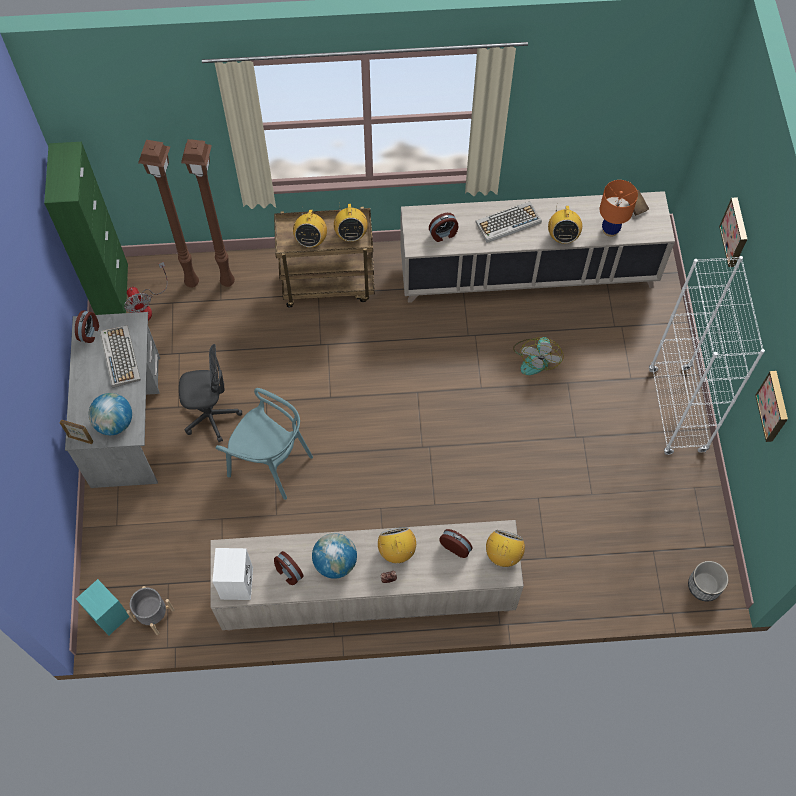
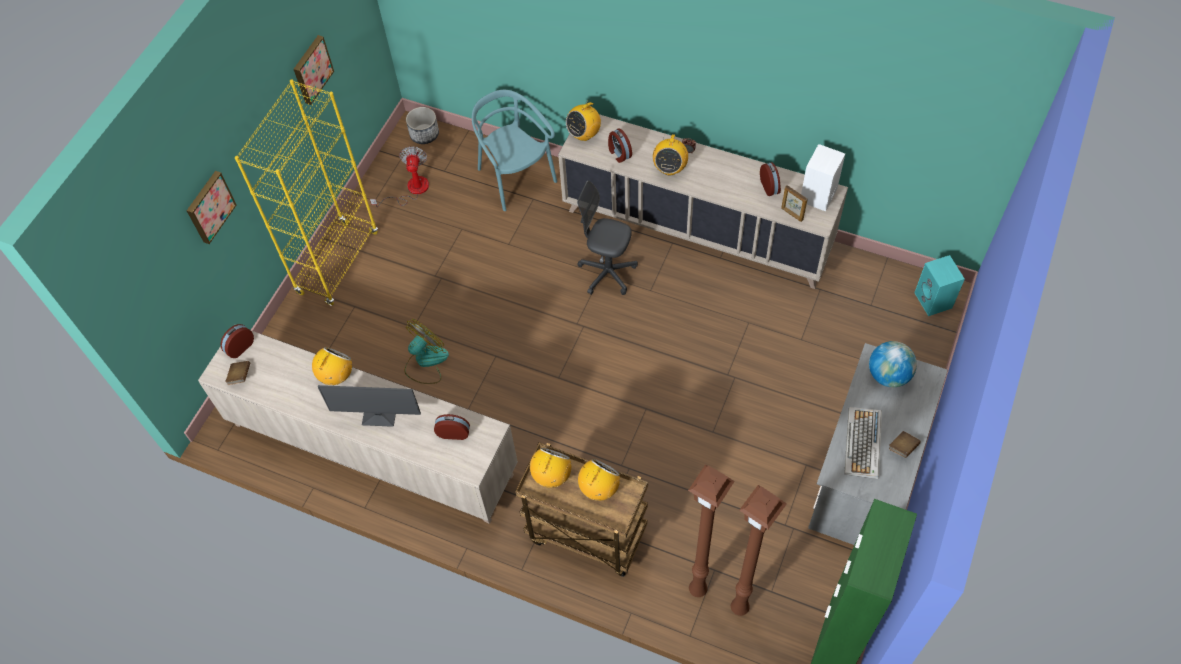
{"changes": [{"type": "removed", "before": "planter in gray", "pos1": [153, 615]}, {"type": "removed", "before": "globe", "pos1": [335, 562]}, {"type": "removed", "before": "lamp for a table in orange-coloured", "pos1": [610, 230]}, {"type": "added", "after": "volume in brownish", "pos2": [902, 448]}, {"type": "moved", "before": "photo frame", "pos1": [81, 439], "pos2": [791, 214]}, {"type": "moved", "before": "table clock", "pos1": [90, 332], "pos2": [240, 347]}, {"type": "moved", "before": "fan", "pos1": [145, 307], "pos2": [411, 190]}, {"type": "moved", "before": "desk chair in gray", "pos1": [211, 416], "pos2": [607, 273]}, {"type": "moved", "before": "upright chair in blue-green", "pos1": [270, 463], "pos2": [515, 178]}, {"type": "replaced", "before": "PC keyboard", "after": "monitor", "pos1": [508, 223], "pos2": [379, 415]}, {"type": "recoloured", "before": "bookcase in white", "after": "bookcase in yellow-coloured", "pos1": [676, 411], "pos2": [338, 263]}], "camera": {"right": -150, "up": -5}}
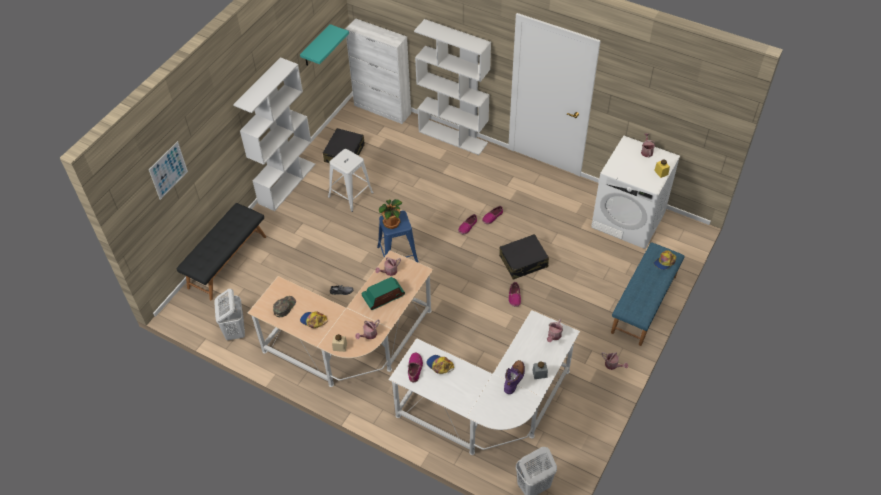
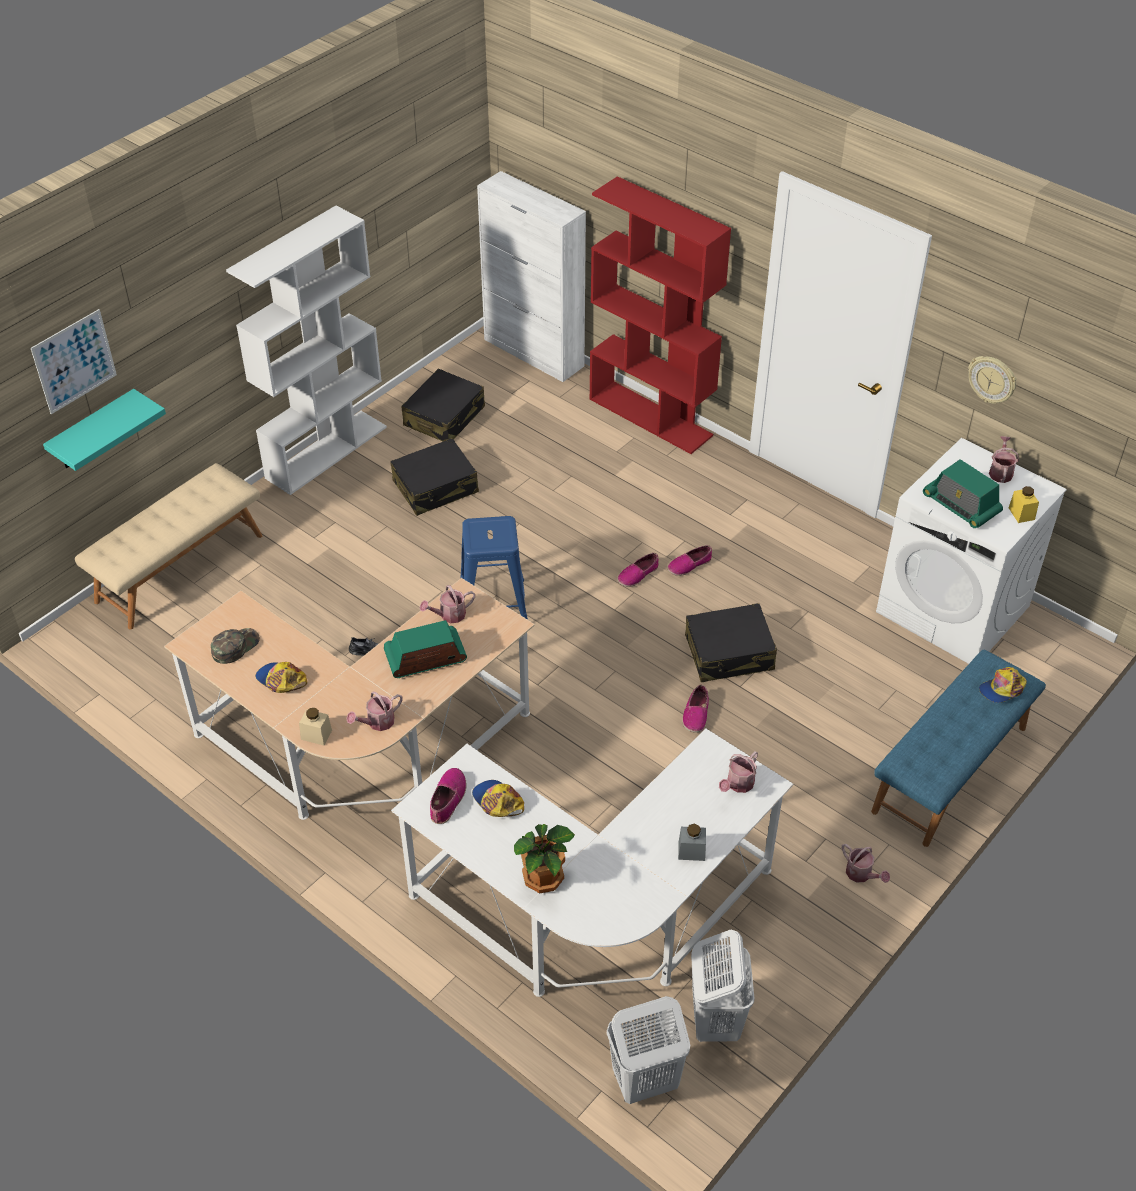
{"changes": [{"type": "removed", "before": "boot in purple-coloured", "pos1": [514, 379]}, {"type": "added", "after": "radio set", "pos2": [961, 505]}, {"type": "added", "after": "hanging clock", "pos2": [992, 379]}, {"type": "moved", "before": "laundry basket in white", "pos1": [235, 331], "pos2": [715, 1020]}, {"type": "moved", "before": "wall shelf in blue-green", "pos1": [316, 46], "pos2": [93, 431]}, {"type": "moved", "before": "plant in a pot", "pos1": [392, 223], "pos2": [545, 878]}, {"type": "replaced", "before": "sitting stool in white", "after": "travel case in black", "pos1": [350, 194], "pos2": [436, 487]}, {"type": "recoloured", "before": "indoor bench in black", "after": "indoor bench in sand-coloured", "pos1": [227, 261], "pos2": [179, 567]}, {"type": "recoloured", "before": "bookcase in white", "after": "bookcase in red-coloured", "pos1": [453, 137], "pos2": [651, 417]}], "camera": {"right": 10, "up": -5}}
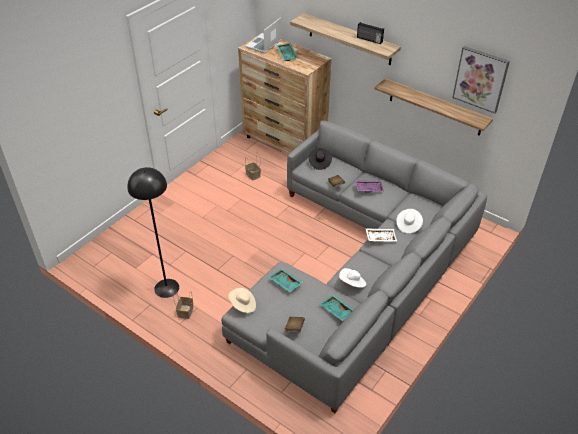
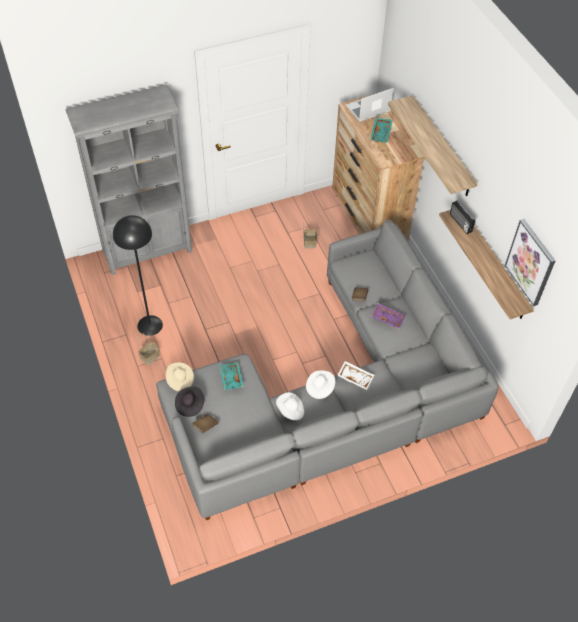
{"changes": [{"type": "removed", "before": "carrying tray in blue-green", "pos1": [336, 311]}, {"type": "added", "after": "bookcase in gray", "pos2": [148, 251]}, {"type": "moved", "before": "wearable hat in black", "pos1": [319, 163], "pos2": [190, 405]}, {"type": "moved", "before": "radio set", "pos1": [369, 40], "pos2": [460, 223]}, {"type": "moved", "before": "wearable hat in white", "pos1": [408, 225], "pos2": [320, 388]}], "camera": {"right": 30, "up": 10}}
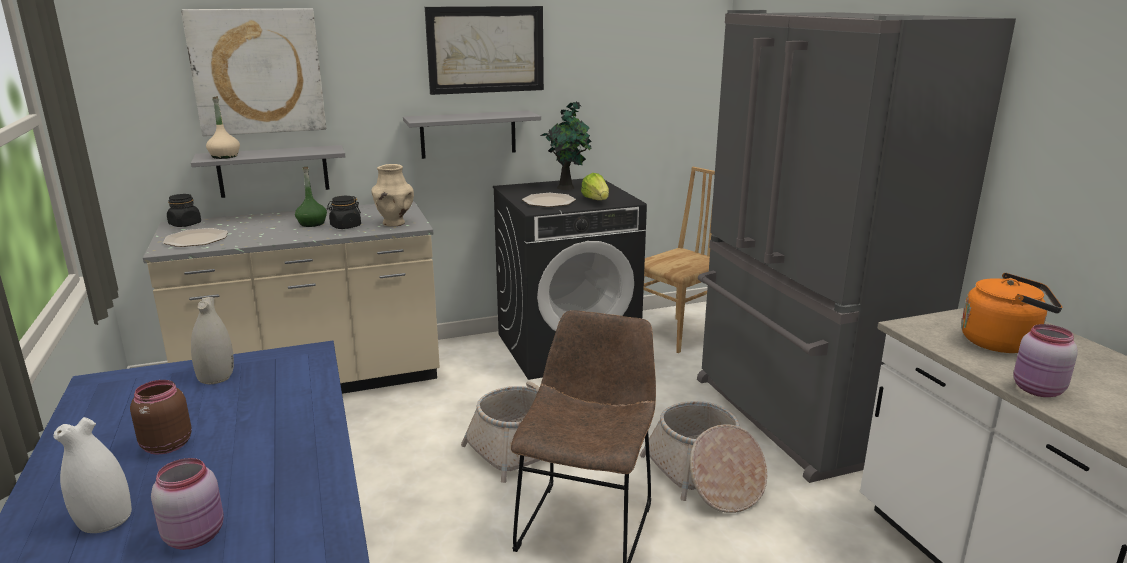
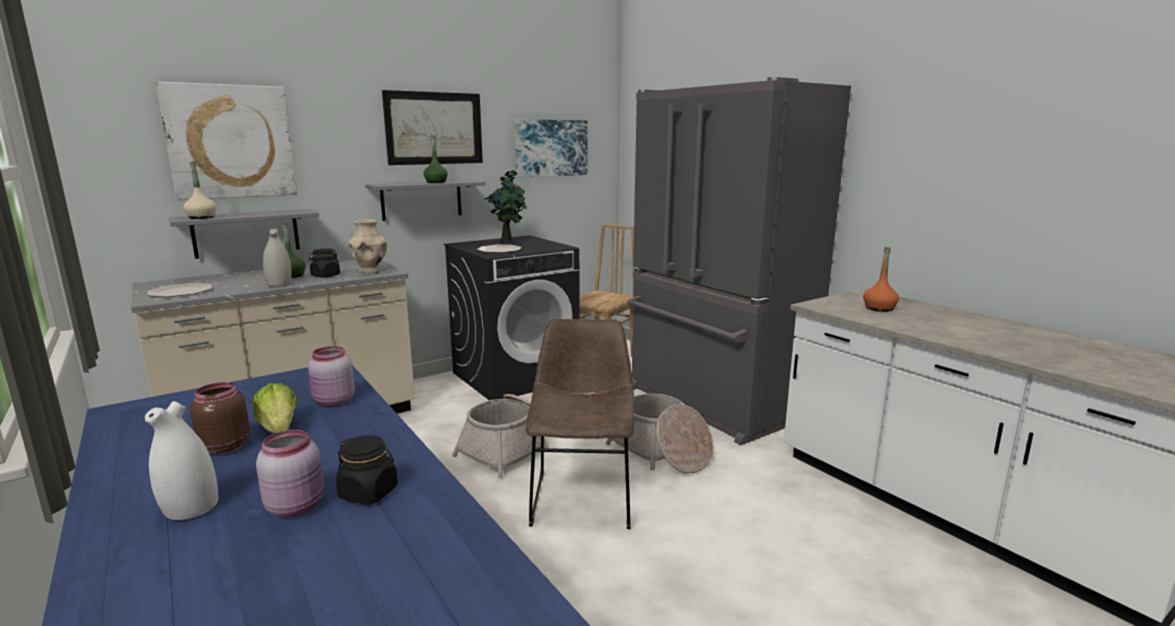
{"changes": [{"type": "added", "after": "drink bottle in green", "pos2": [436, 182]}, {"type": "added", "after": "wall art", "pos2": [551, 148]}, {"type": "moved", "before": "jar in black", "pos1": [185, 224], "pos2": [369, 493]}, {"type": "moved", "before": "vase in white", "pos1": [216, 376], "pos2": [279, 284]}, {"type": "moved", "before": "lettuce", "pos1": [596, 200], "pos2": [279, 429]}, {"type": "moved", "before": "jar in pink-coloured", "pos1": [1037, 390], "pos2": [333, 402]}, {"type": "replaced", "before": "tea kettle in orange-coloured", "after": "drink bottle in orange-coloured", "pos1": [1003, 343], "pos2": [879, 308]}], "camera": {"right": -15, "up": -5}}
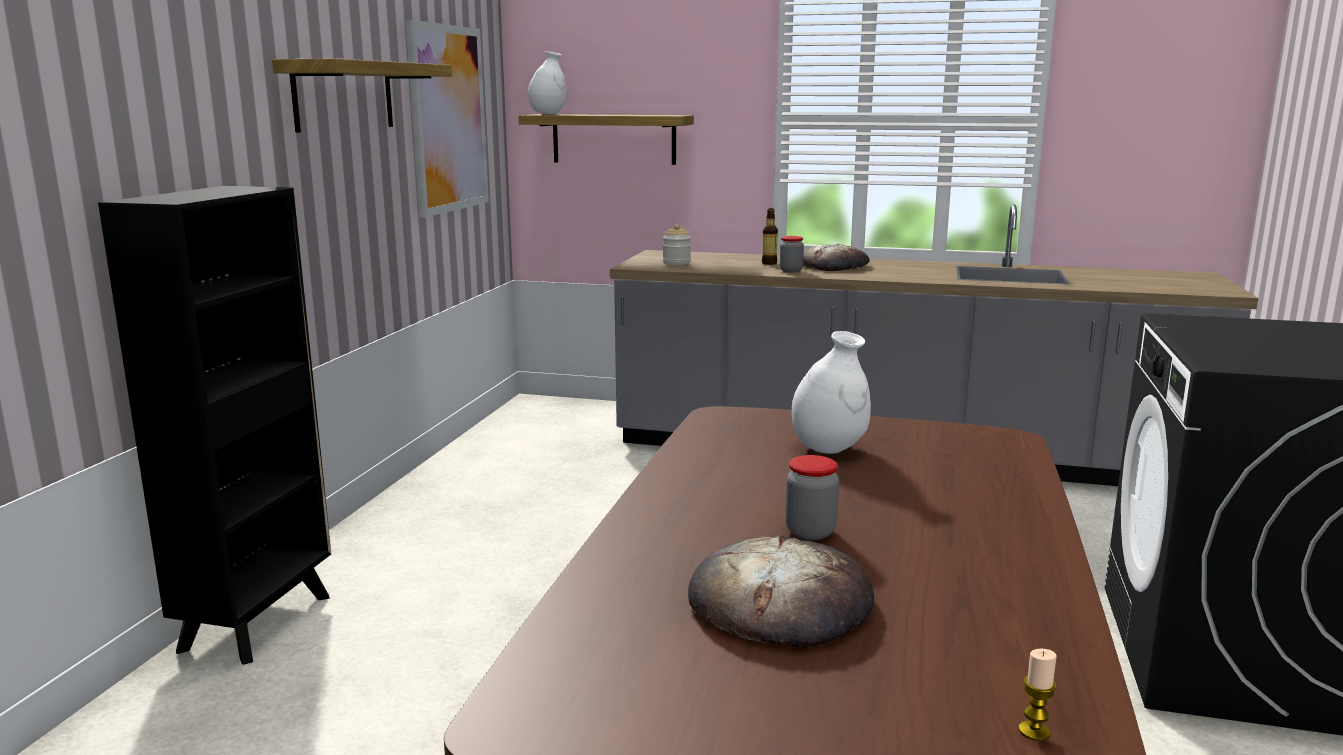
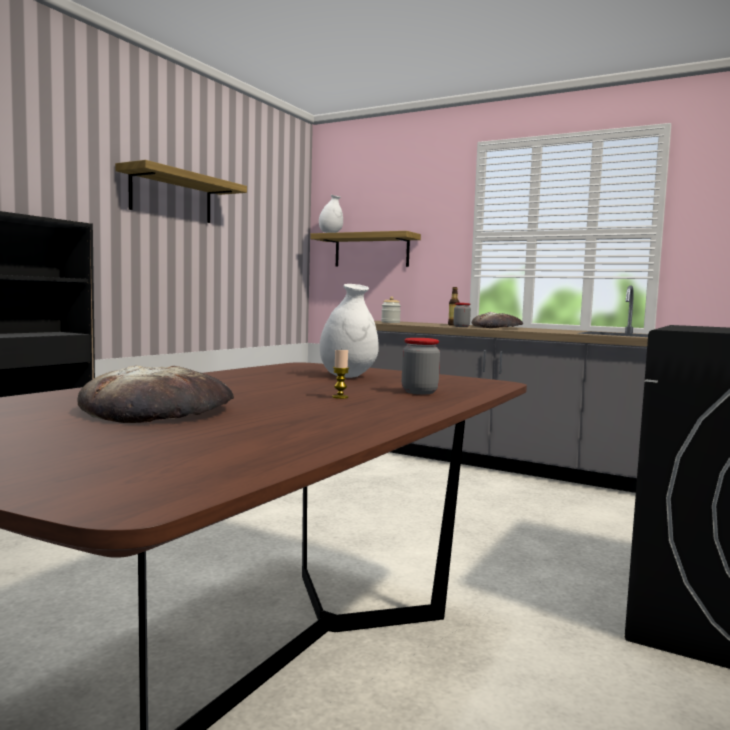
{"changes": [{"type": "removed", "before": "wall art", "pos1": [448, 119]}, {"type": "moved", "before": "jar", "pos1": [810, 531], "pos2": [419, 392]}, {"type": "moved", "before": "candle", "pos1": [1034, 731], "pos2": [340, 397]}], "camera": {"right": 15, "up": -10}}
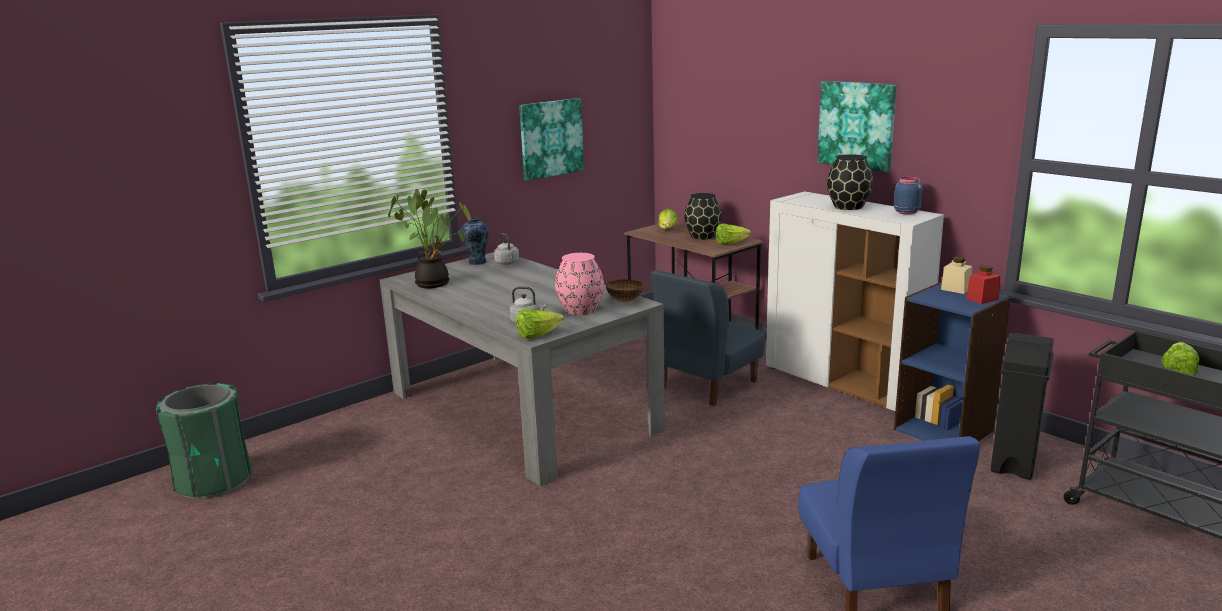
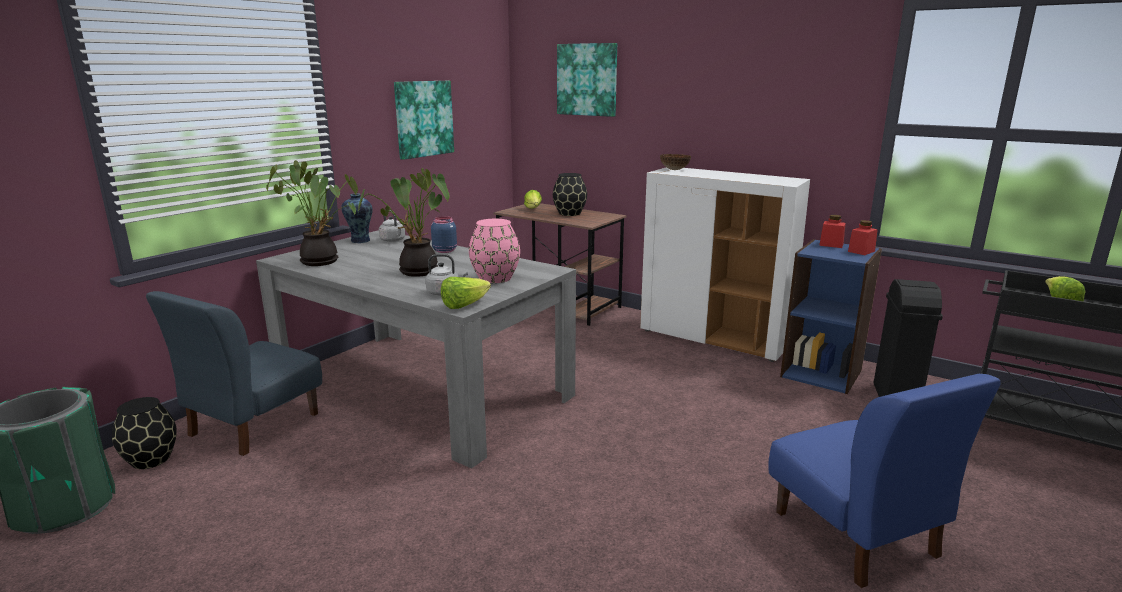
{"changes": [{"type": "removed", "before": "lettuce", "pos1": [730, 244]}, {"type": "added", "after": "plant in a pot", "pos2": [415, 272]}, {"type": "moved", "before": "bowl", "pos1": [625, 301], "pos2": [675, 170]}, {"type": "moved", "before": "upright chair in bluish", "pos1": [707, 385], "pos2": [253, 424]}, {"type": "moved", "before": "wall art", "pos1": [857, 125], "pos2": [587, 79]}, {"type": "moved", "before": "vase in black", "pos1": [849, 207], "pos2": [151, 460]}, {"type": "moved", "before": "jar in bluish", "pos1": [906, 212], "pos2": [444, 250]}, {"type": "recoloured", "before": "jar in sand-coloured", "after": "jar in red-coloured", "pos1": [955, 289], "pos2": [831, 245]}], "camera": {"right": -15, "up": 0}}
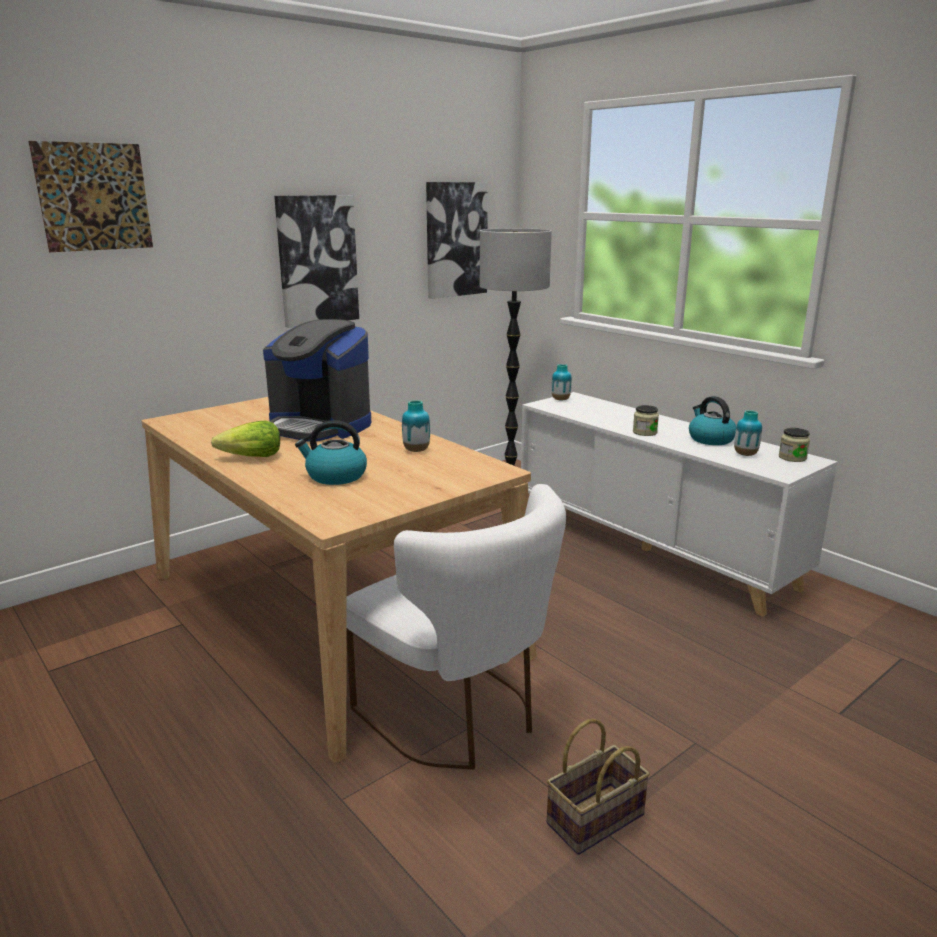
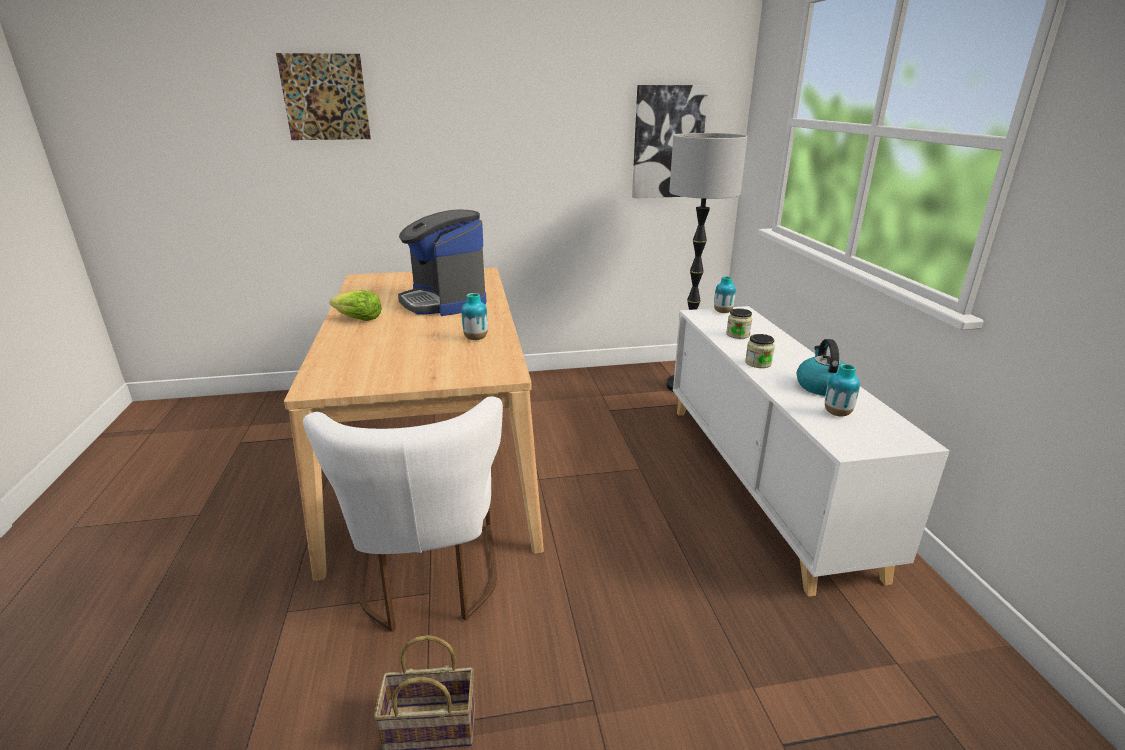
{"changes": [{"type": "removed", "before": "wall art", "pos1": [317, 260]}, {"type": "removed", "before": "tea kettle", "pos1": [335, 476]}, {"type": "moved", "before": "jar", "pos1": [792, 457], "pos2": [737, 334]}], "camera": {"right": 30, "up": 5}}
